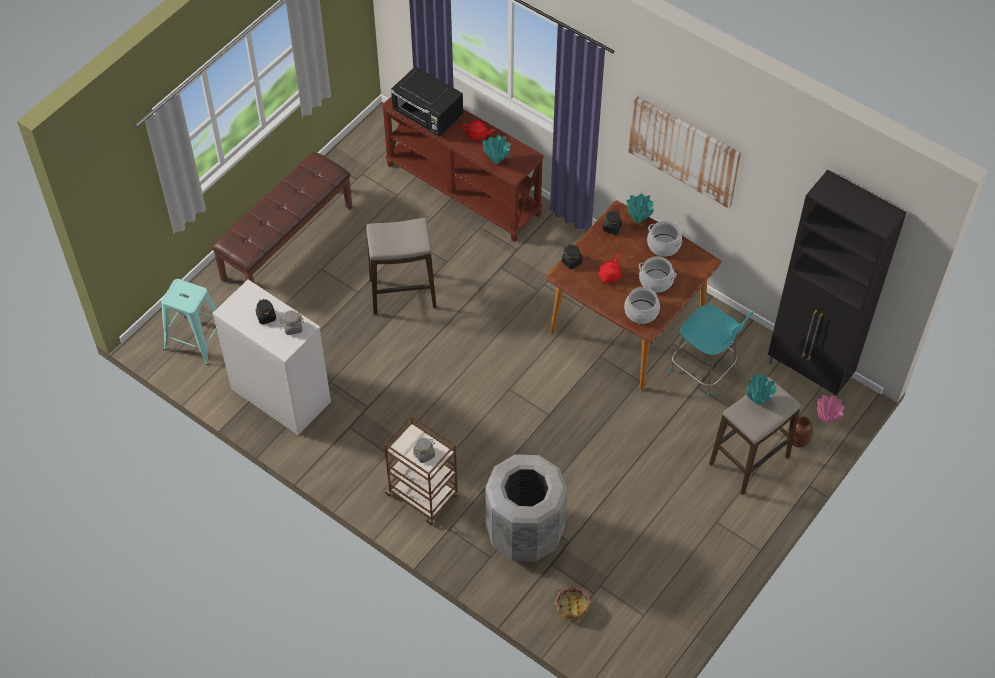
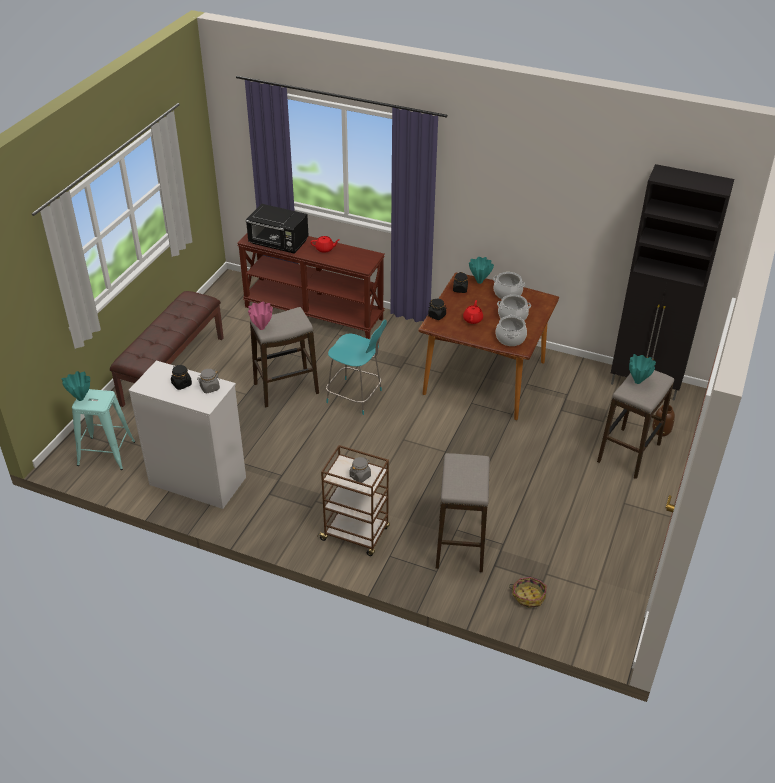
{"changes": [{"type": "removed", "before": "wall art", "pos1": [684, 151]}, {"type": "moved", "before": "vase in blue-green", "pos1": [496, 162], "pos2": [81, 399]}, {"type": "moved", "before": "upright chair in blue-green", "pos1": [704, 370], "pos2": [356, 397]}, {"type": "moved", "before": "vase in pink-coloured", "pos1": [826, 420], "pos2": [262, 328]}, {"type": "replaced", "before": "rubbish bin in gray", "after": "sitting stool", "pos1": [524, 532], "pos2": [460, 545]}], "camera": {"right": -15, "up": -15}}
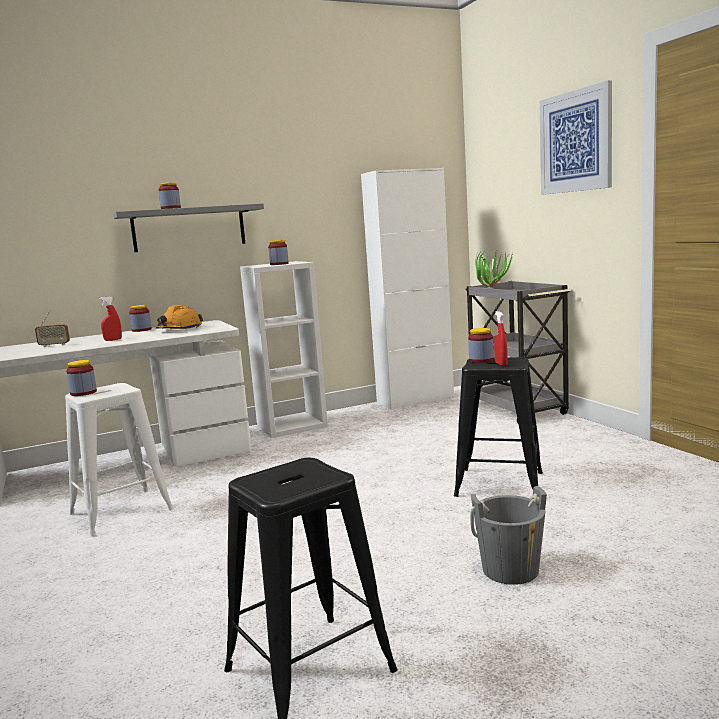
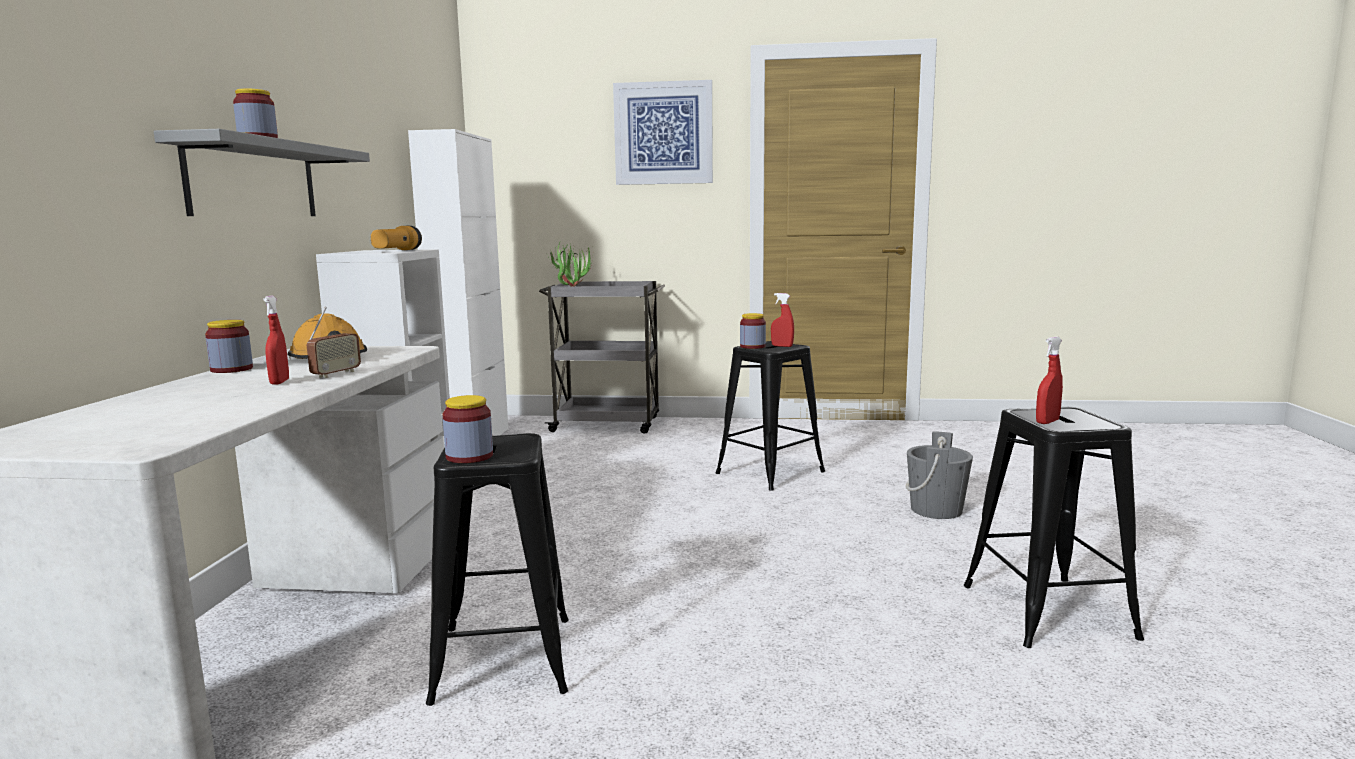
{"changes": [{"type": "added", "after": "sprayer in red-coloured", "pos2": [1047, 422]}, {"type": "moved", "before": "radio set", "pos1": [54, 345], "pos2": [336, 374]}, {"type": "replaced", "before": "jar", "after": "torch", "pos1": [279, 264], "pos2": [396, 251]}, {"type": "recoloured", "before": "sitting stool in white", "after": "sitting stool in black", "pos1": [122, 511], "pos2": [503, 658]}], "camera": {"right": -60, "up": 0}}
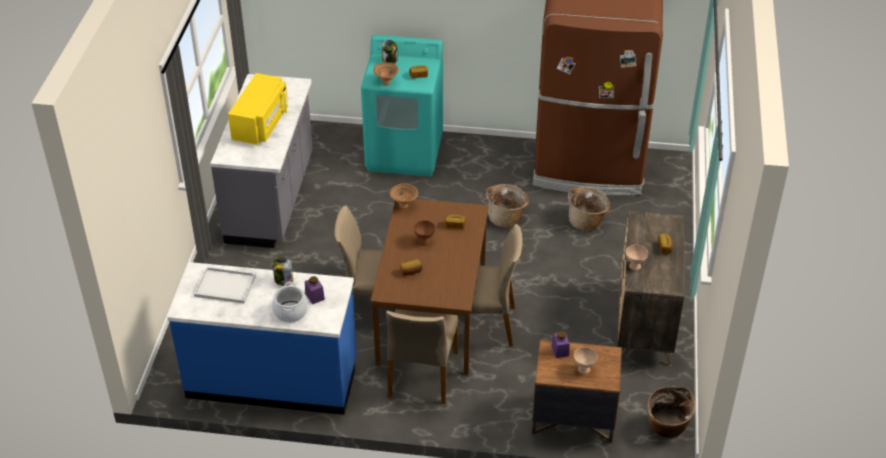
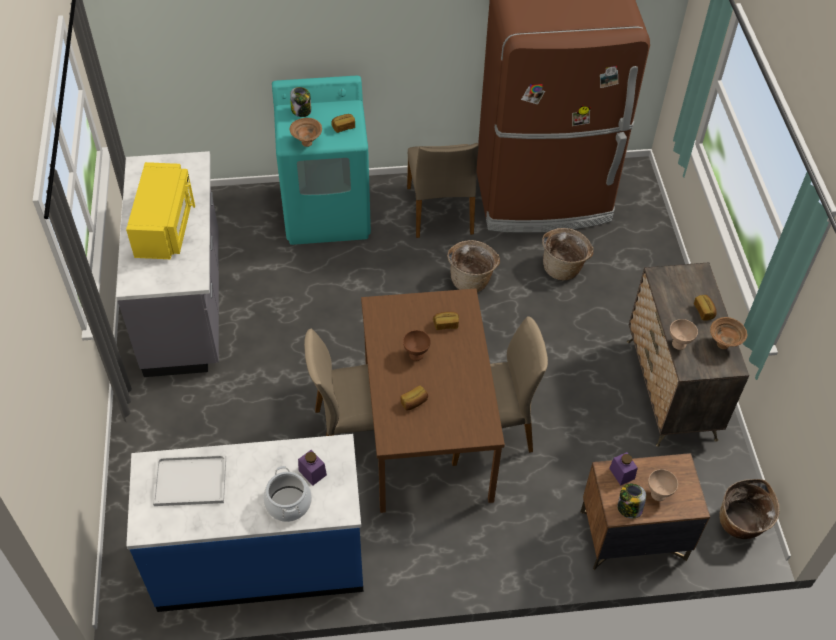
{"changes": [{"type": "moved", "before": "jar", "pos1": [283, 280], "pos2": [629, 508]}, {"type": "moved", "before": "upright chair in sand-coloured", "pos1": [421, 374], "pos2": [441, 211]}, {"type": "moved", "before": "bowl in brownish", "pos1": [404, 205], "pos2": [723, 344]}], "camera": {"right": -15, "up": 10}}
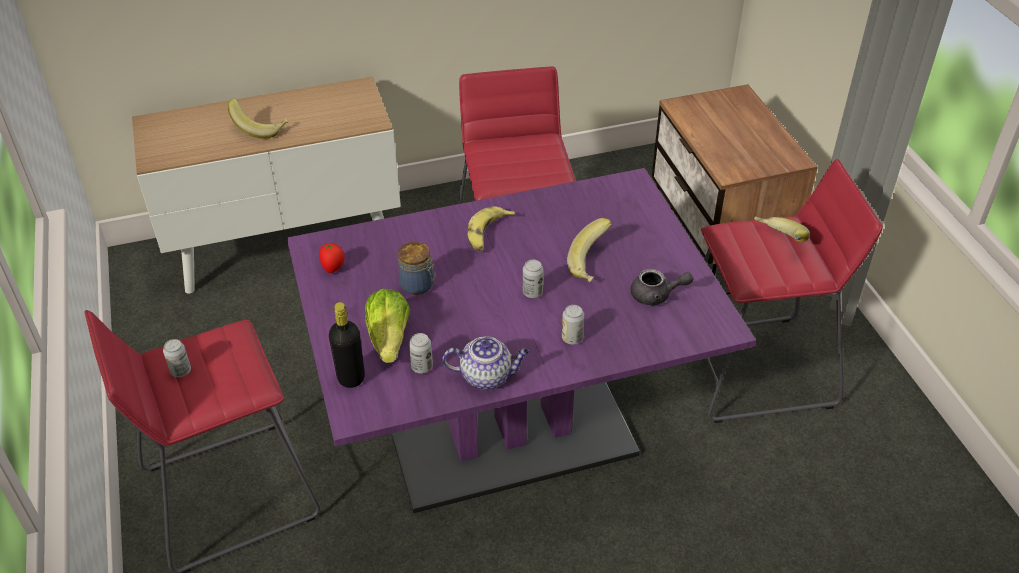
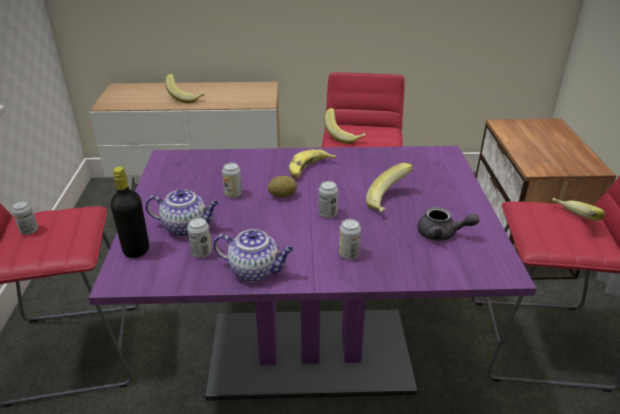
{"changes": [{"type": "removed", "before": "tomato", "pos1": [333, 268]}, {"type": "added", "after": "whole potato", "pos2": [282, 195]}, {"type": "added", "after": "whole banana", "pos2": [344, 136]}, {"type": "replaced", "before": "lettuce", "after": "tea pot", "pos1": [389, 339], "pos2": [186, 227]}, {"type": "replaced", "before": "jar", "after": "can", "pos1": [418, 285], "pos2": [233, 194]}], "camera": {"right": 15, "up": -10}}
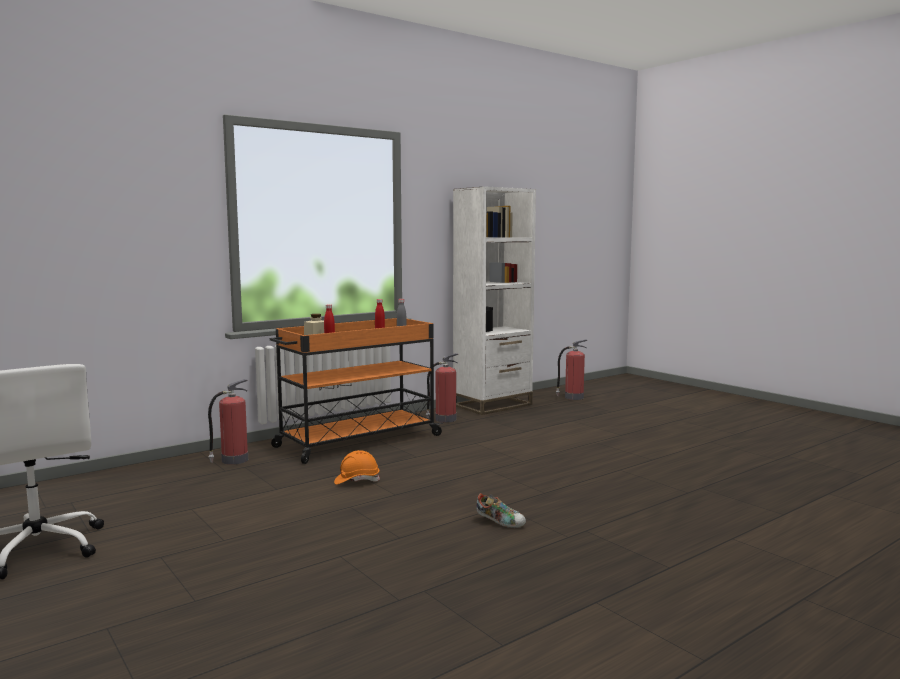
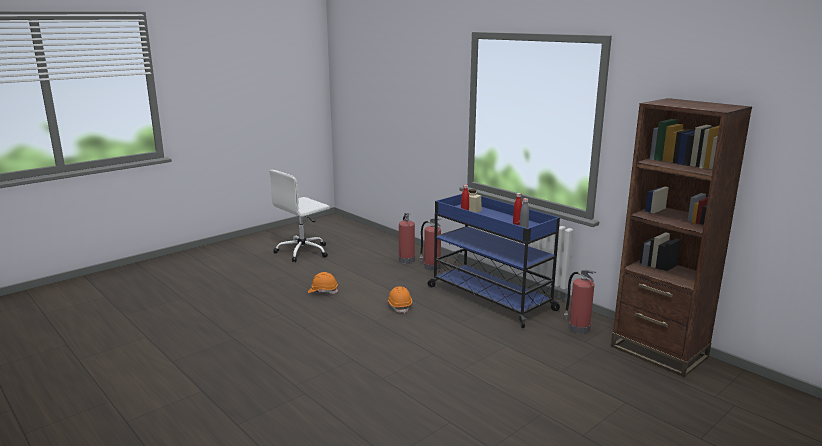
{"changes": [{"type": "removed", "before": "item of footwear", "pos1": [500, 523]}, {"type": "added", "after": "hard hat in orange-coloured", "pos2": [323, 291]}, {"type": "moved", "before": "extinguisher", "pos1": [573, 397], "pos2": [406, 260]}, {"type": "recoloured", "before": "cart in orange-coloured", "after": "cart in bluish", "pos1": [357, 441], "pos2": [489, 297]}, {"type": "recoloured", "before": "bookcase in white", "after": "bookcase in brownish", "pos1": [492, 405], "pos2": [659, 352]}], "camera": {"right": 85, "up": 10}}
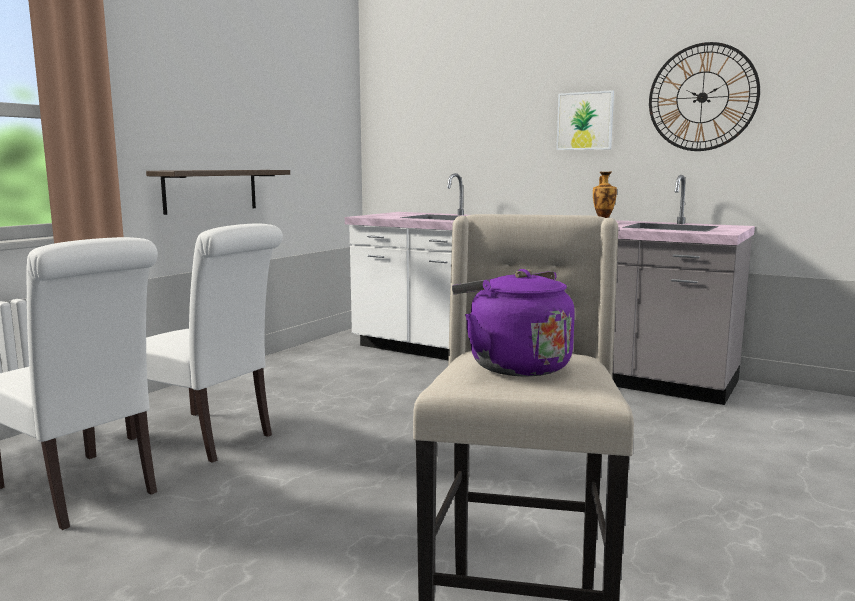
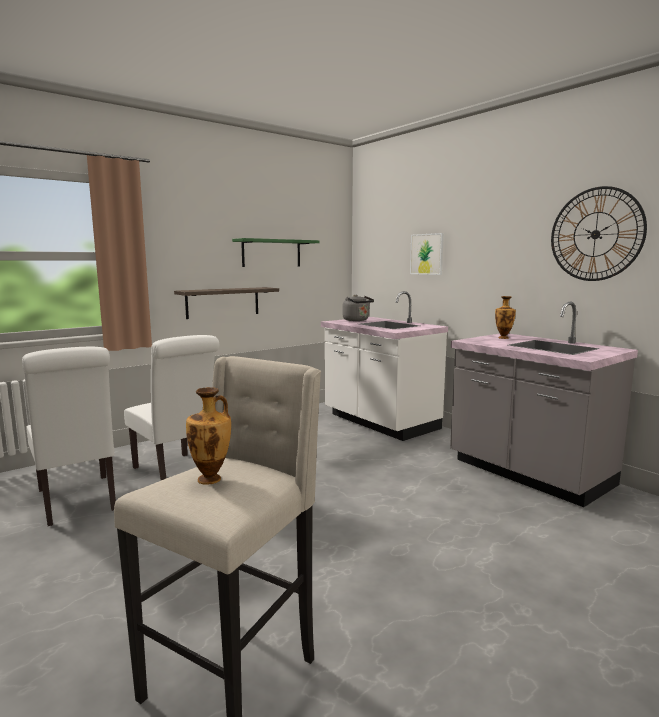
{"changes": [{"type": "added", "after": "wall shelf in green", "pos2": [271, 253]}, {"type": "added", "after": "tea kettle in gray", "pos2": [357, 320]}, {"type": "moved", "before": "wall art", "pos1": [585, 121], "pos2": [427, 254]}, {"type": "replaced", "before": "tea kettle in purple-coloured", "after": "vase", "pos1": [513, 365], "pos2": [211, 479]}], "camera": {"right": 20, "up": 0}}
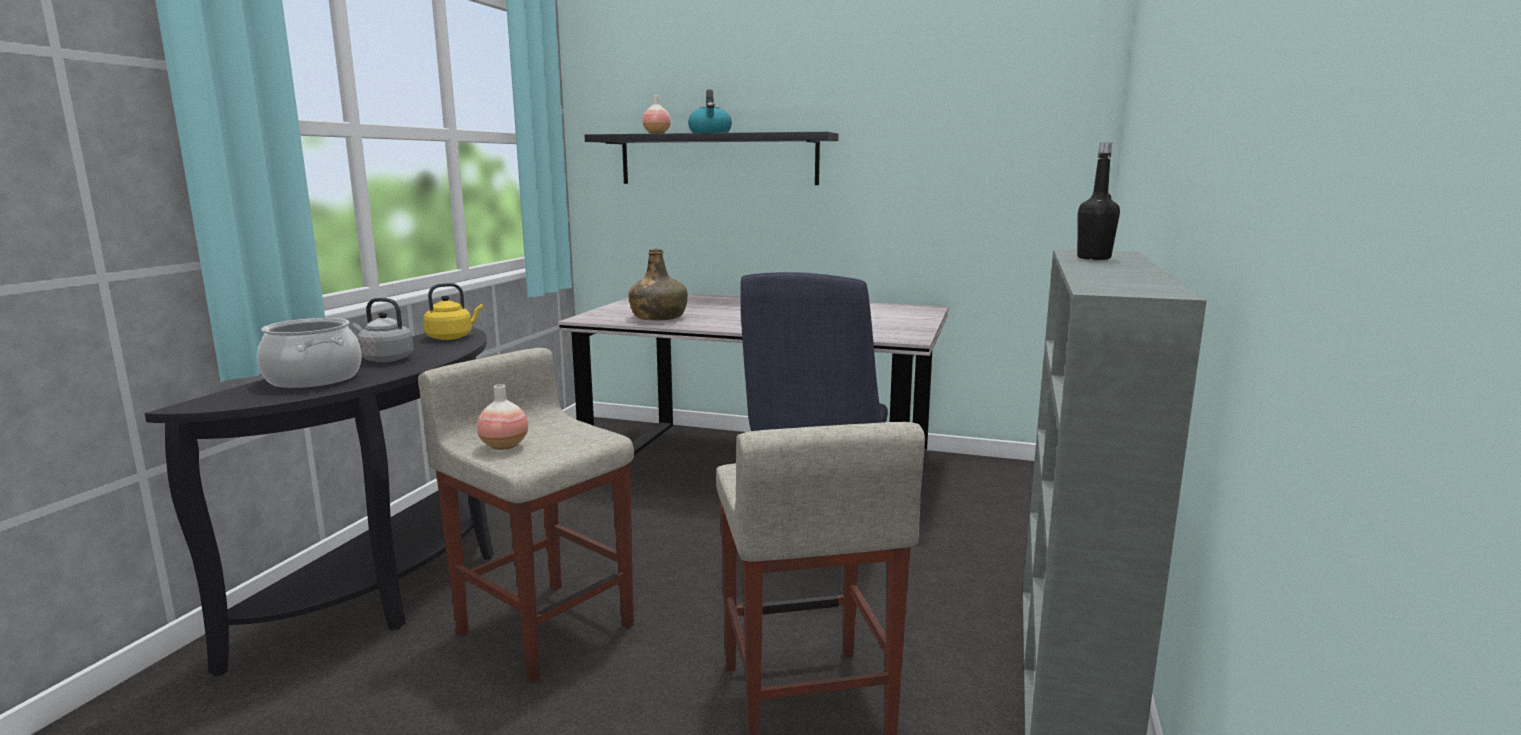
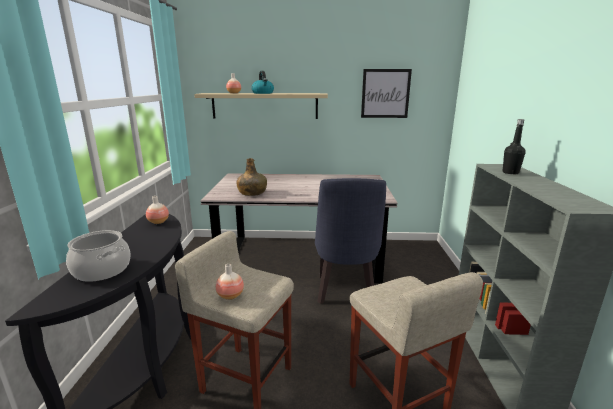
{"changes": [{"type": "removed", "before": "tea kettle in gray", "pos1": [384, 359]}, {"type": "added", "after": "wall art", "pos2": [385, 93]}, {"type": "replaced", "before": "tea kettle in yellow-coloured", "after": "vase", "pos1": [452, 337], "pos2": [158, 222]}, {"type": "recoloured", "before": "wall shelf in black", "after": "wall shelf in sand-coloured", "pos1": [717, 159], "pos2": [264, 106]}], "camera": {"right": -15, "up": 5}}
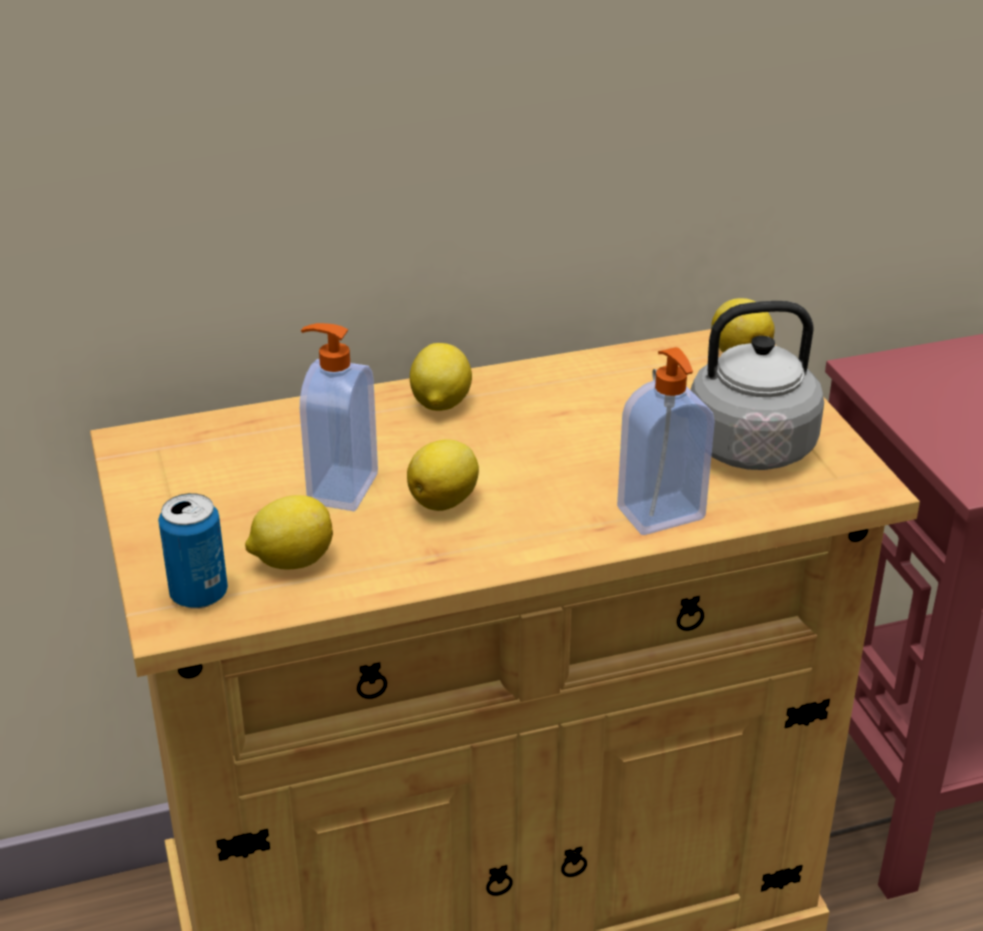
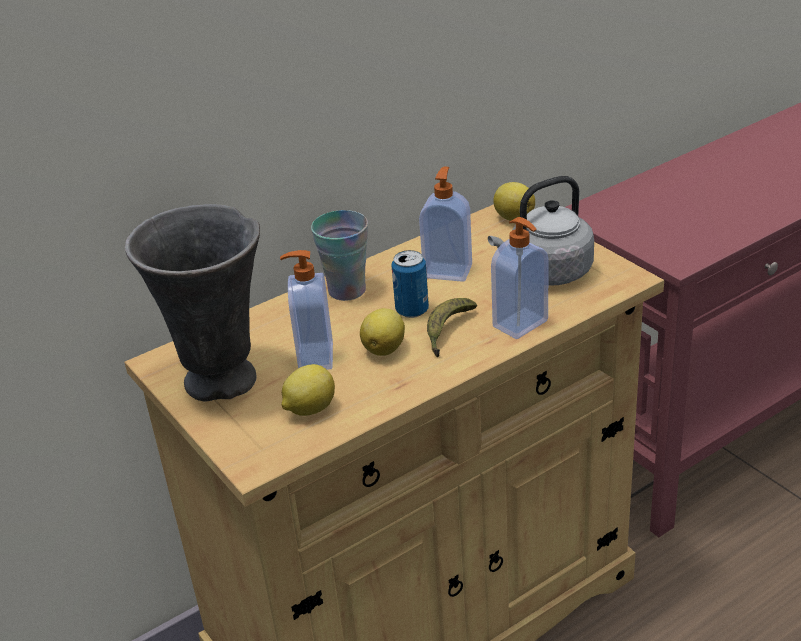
{"changes": [{"type": "added", "after": "vase in gray", "pos2": [223, 382]}, {"type": "added", "after": "soap dispenser", "pos2": [448, 271]}, {"type": "added", "after": "whole banana", "pos2": [448, 332]}, {"type": "moved", "before": "can", "pos1": [199, 594], "pos2": [412, 310]}, {"type": "replaced", "before": "whole lemon", "after": "drinking cup", "pos1": [439, 404], "pos2": [347, 290]}], "camera": {"right": -15, "up": 0}}
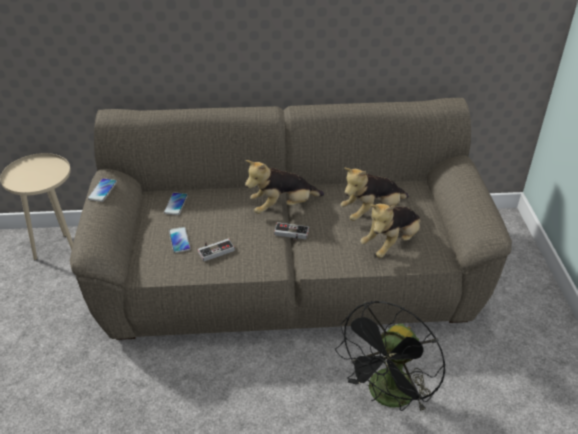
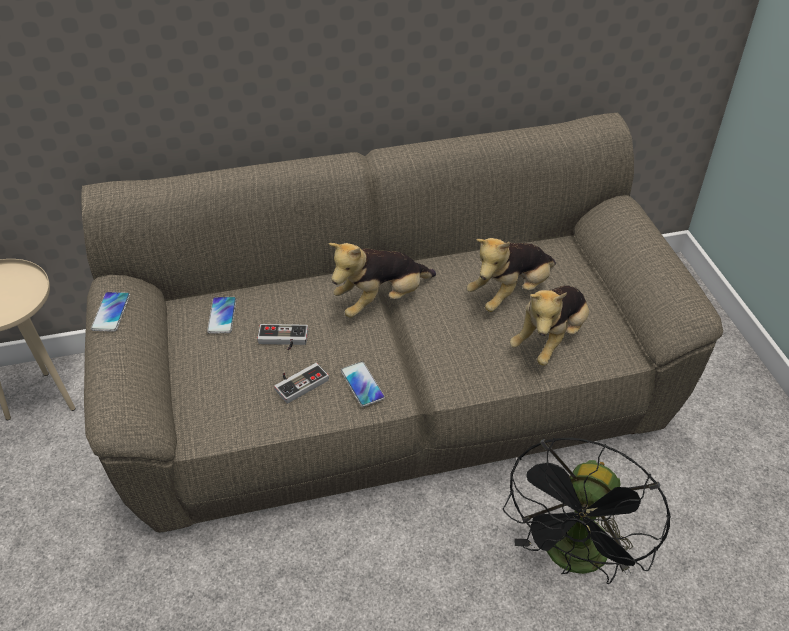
{"changes": [{"type": "moved", "before": "handset", "pos1": [179, 240], "pos2": [362, 384]}, {"type": "moved", "before": "joypad", "pos1": [291, 235], "pos2": [282, 340]}], "camera": {"right": -10, "up": 5}}
